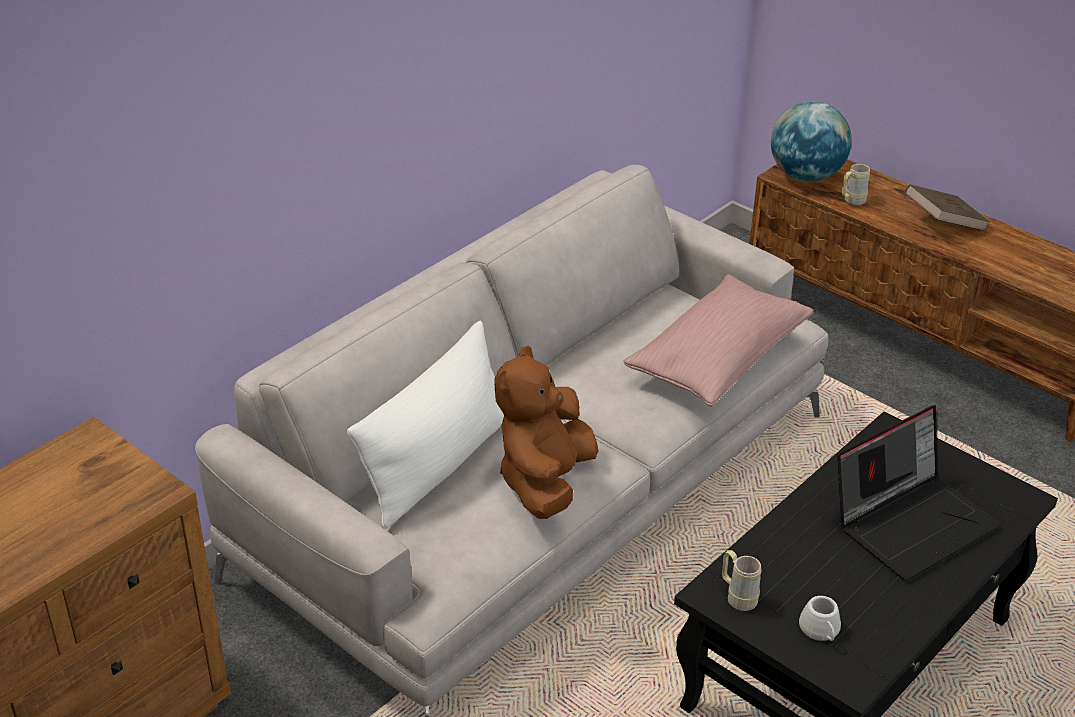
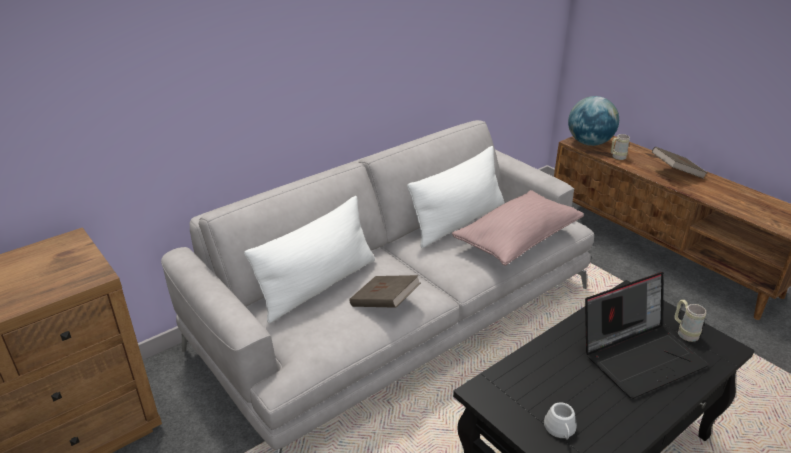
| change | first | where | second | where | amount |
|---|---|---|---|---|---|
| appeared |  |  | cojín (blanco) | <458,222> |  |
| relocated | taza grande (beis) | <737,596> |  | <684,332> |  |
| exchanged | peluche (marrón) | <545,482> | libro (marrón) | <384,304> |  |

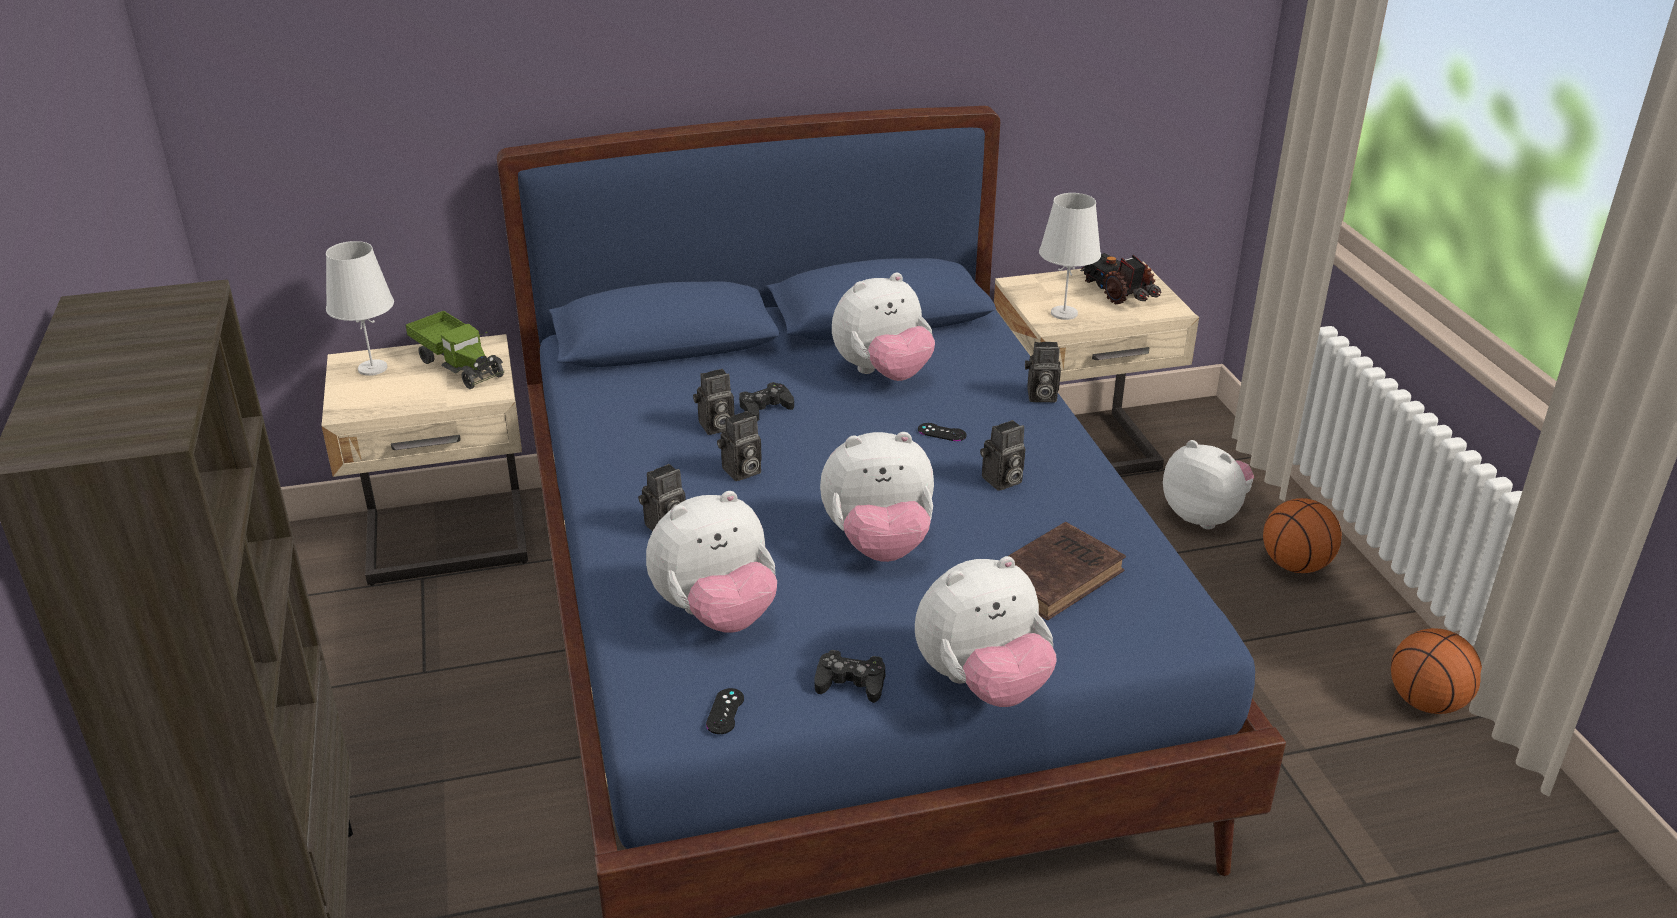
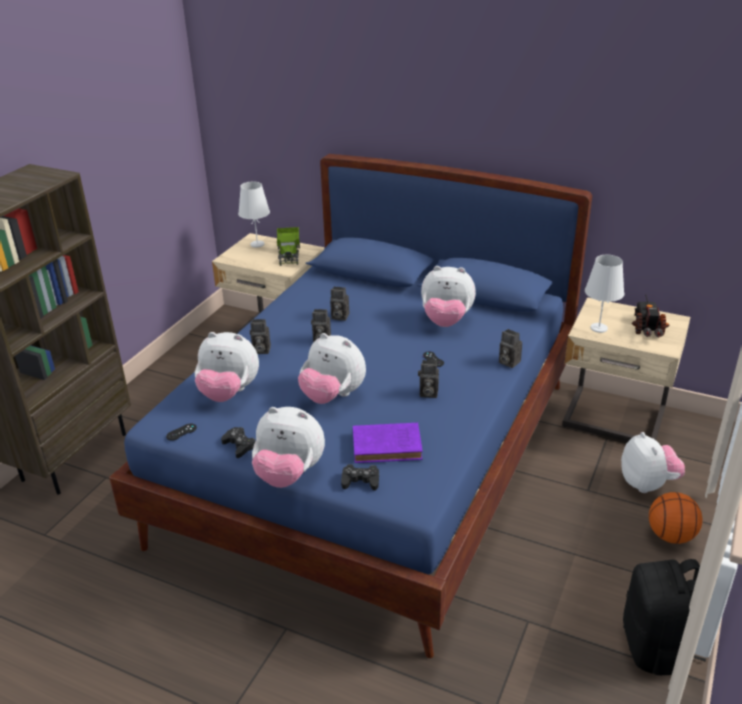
| change | first | where | second | where | amount |
|---|---|---|---|---|---|
| relocated | mando de consola (negro) | <765,408> |  | <360,481> |  |
| exchanged | balón de baloncesto | <1426,702> | mochila (negro) | <656,647> |  |
| colour | libro (marrón) | <1057,575> | libro (morado) | <389,446> |  |

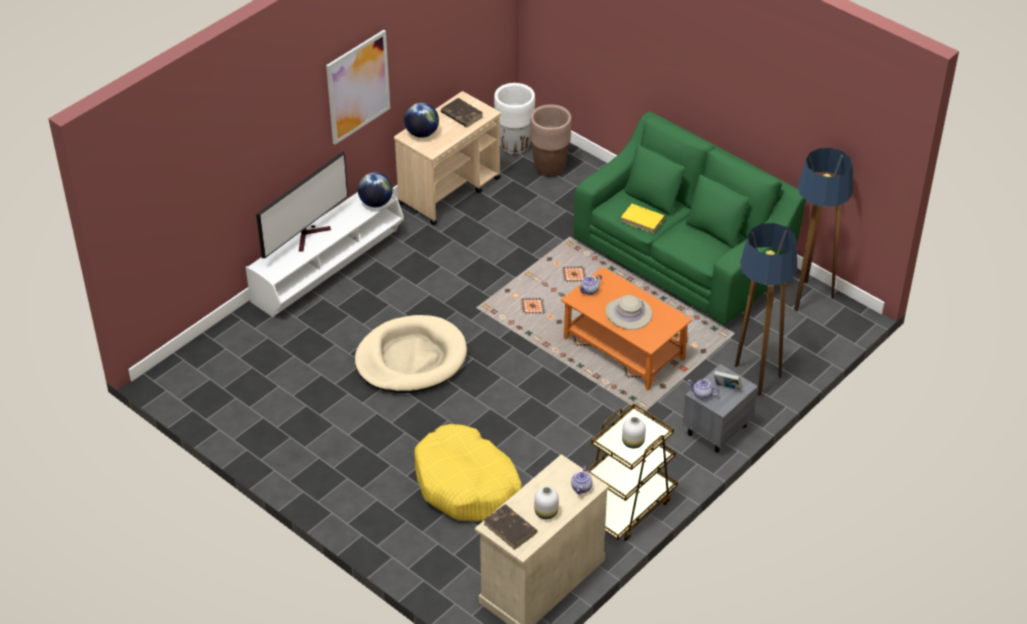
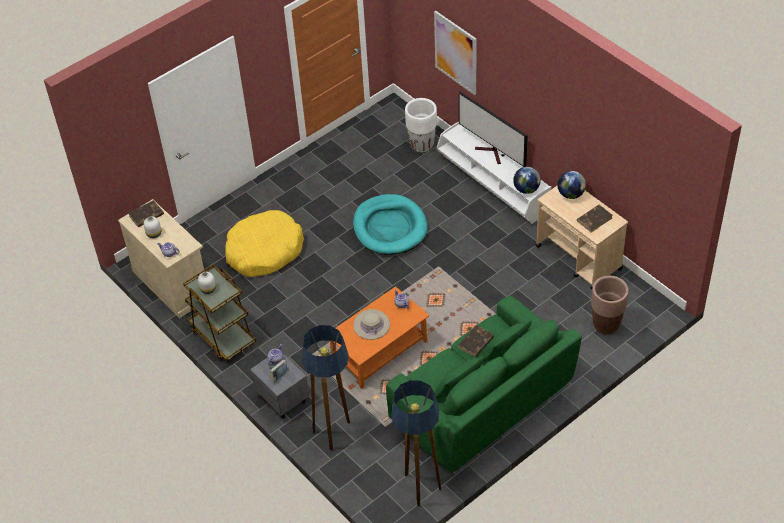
| change | first | where | second | where | amount |
|---|---|---|---|---|---|
| relocated | cuadro | <358,86> |  | <456,52> |  |
| relocated | maceta (blanco) | <514,146> |  | <422,145> |  |
| colour | cama para perro (beis) | <411,359> | cama para perro (turquesa) | <390,227> |  |
| colour | libro (amarillo) | <643,220> | libro (marrón) | <475,343> |  |

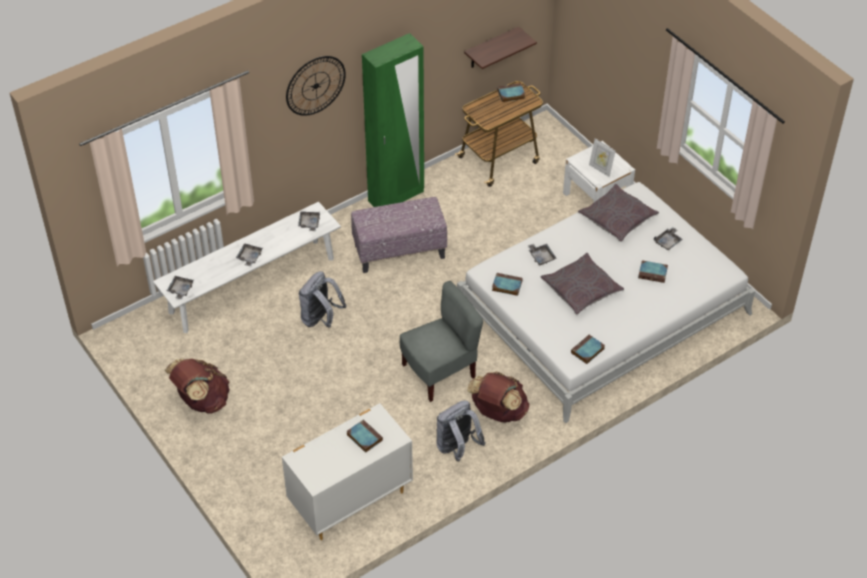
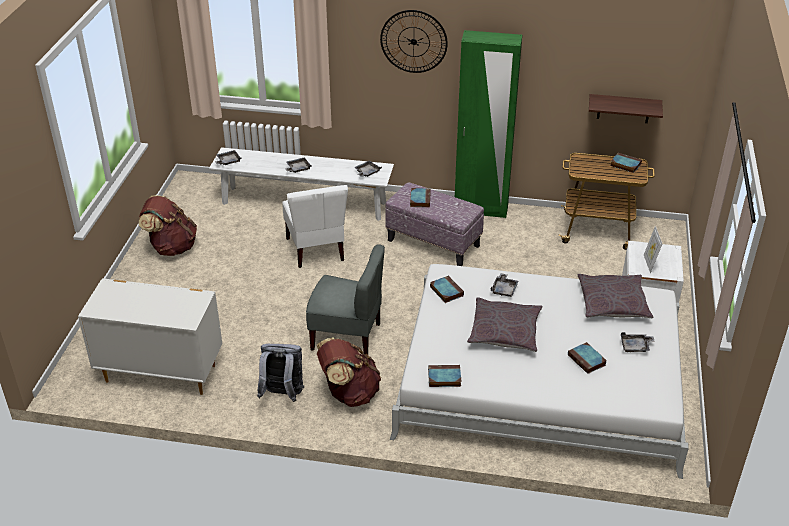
| change | first | where | second | where | amount |
|---|---|---|---|---|---|
| relocated | libro | <363,437> |  | <420,199> |  |
| exchanged | mochila (gris) | <320,319> | silla (blanco) | <316,249> |  |

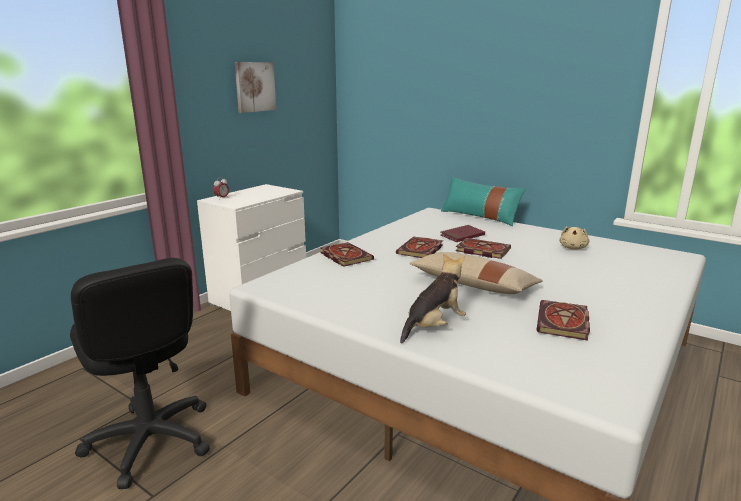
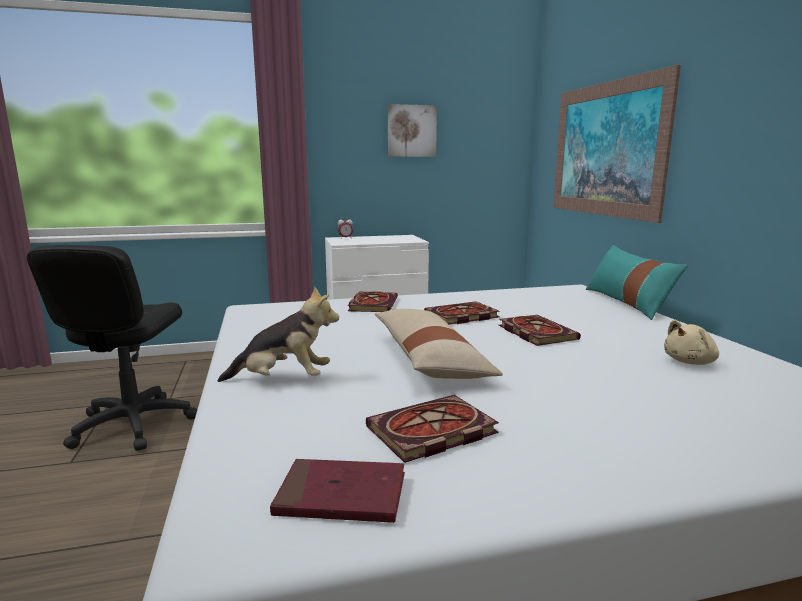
| change | first | where | second | where | amount |
|---|---|---|---|---|---|
| appeared |  |  | cuadro | <606,149> |  |
| relocated | libro (rojo) | <462,236> |  | <341,496> |  |

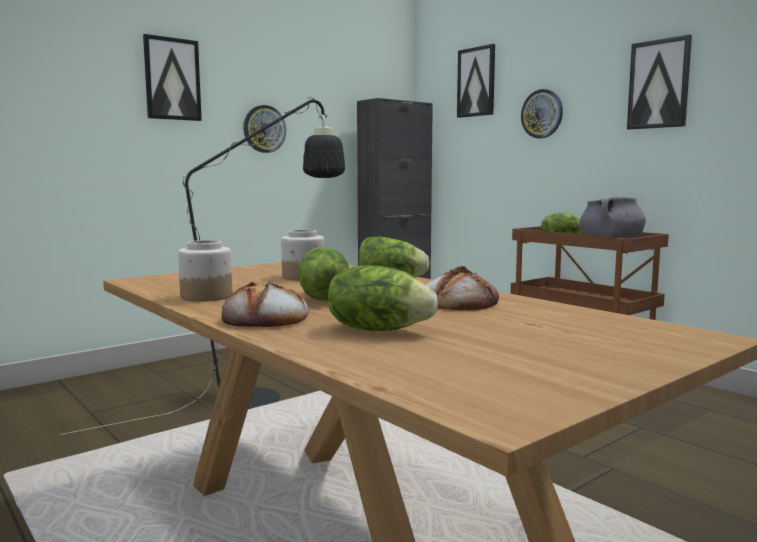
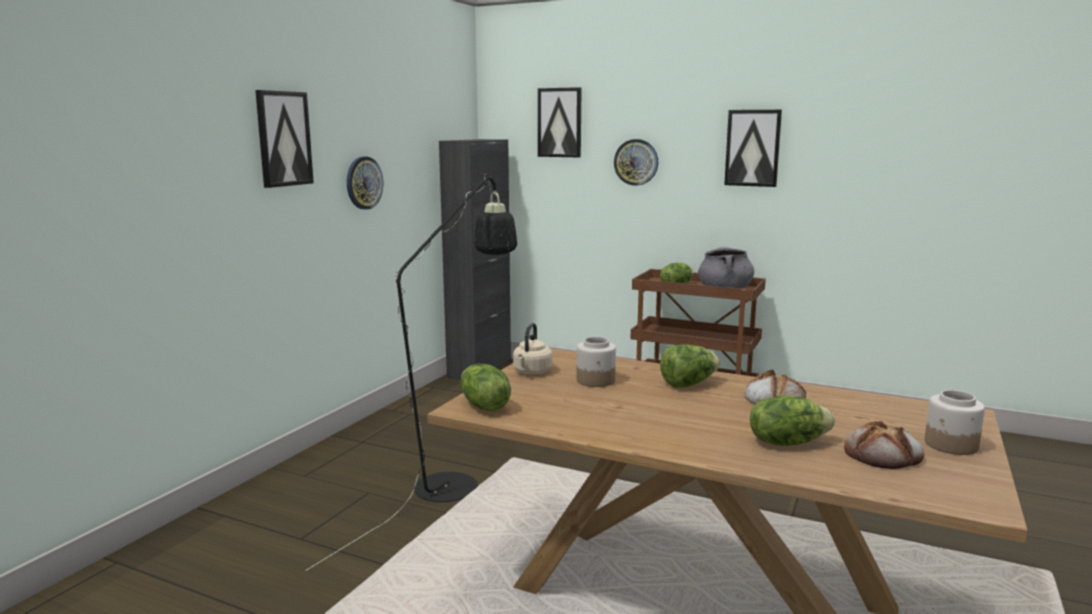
| change | first | where | second | where | amount |
|---|---|---|---|---|---|
| appeared |  |  | hervidor (beis) | <532,372> |  |
| relocated | tarro | <206,296> |  | <951,445> |  |
| relocated | pan | <266,319> |  | <883,454> |  |
| relocated | lechuga | <323,298> |  | <483,406> |  |

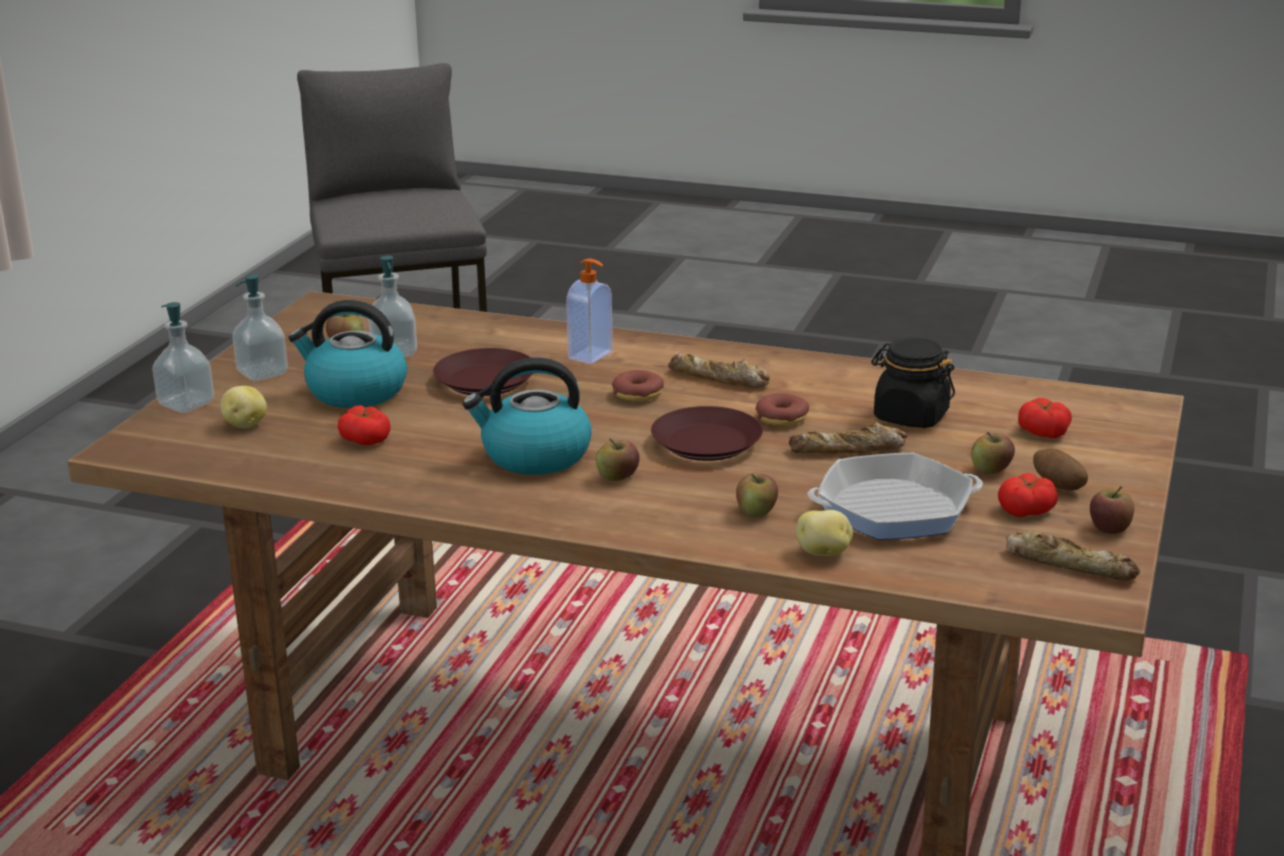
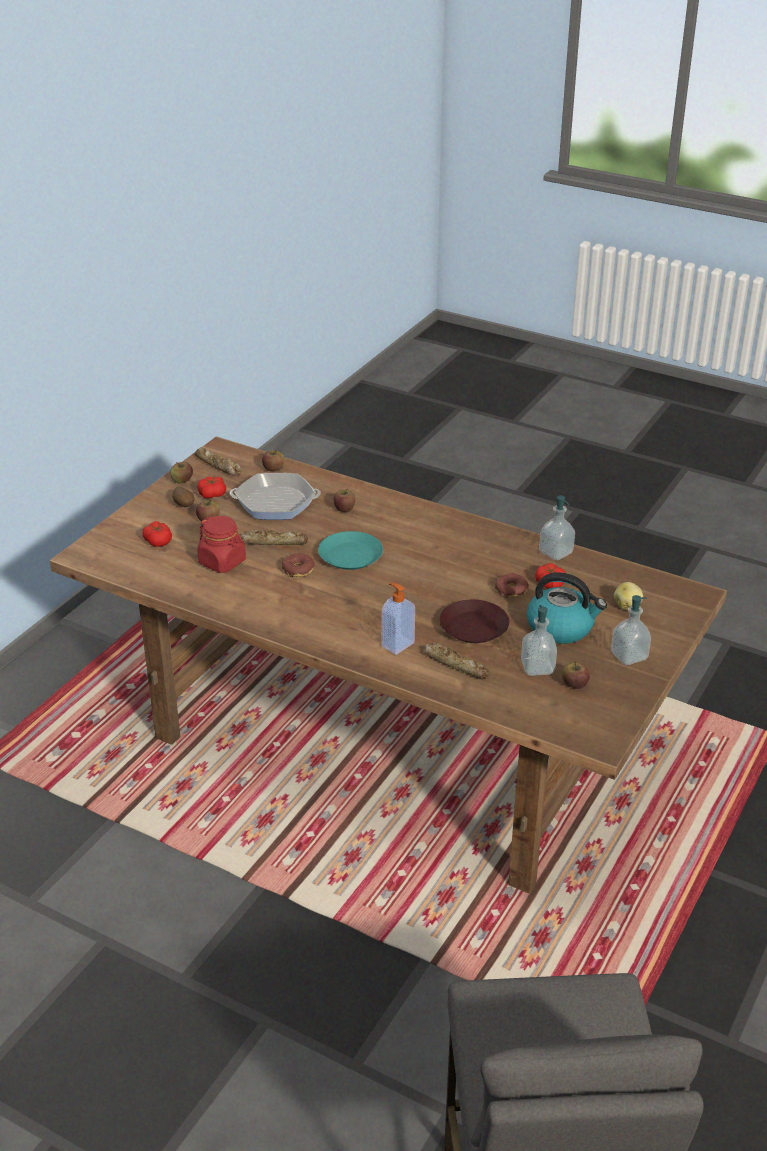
| change | first | where | second | where | amount |
|---|---|---|---|---|---|
| missing | hervidor | <534,456> |  |  |  |
| missing | patata | <824,553> |  |  |  |
| relocated | dispensador de jabón | <186,404> |  | <555,553> |  |
| relocated | manzana | <618,477> |  | <273,468> |  |
| relocated | rosquilla | <637,394> |  | <511,590> |  |
| relocated | pan | <718,379> |  | <456,664> |  |
| colour | plato (marrón) | <705,443> | plato (turquesa) | <351,556> |  |
| colour | tarro (negro) | <910,416> | tarro (rojo) | <222,562> |  |

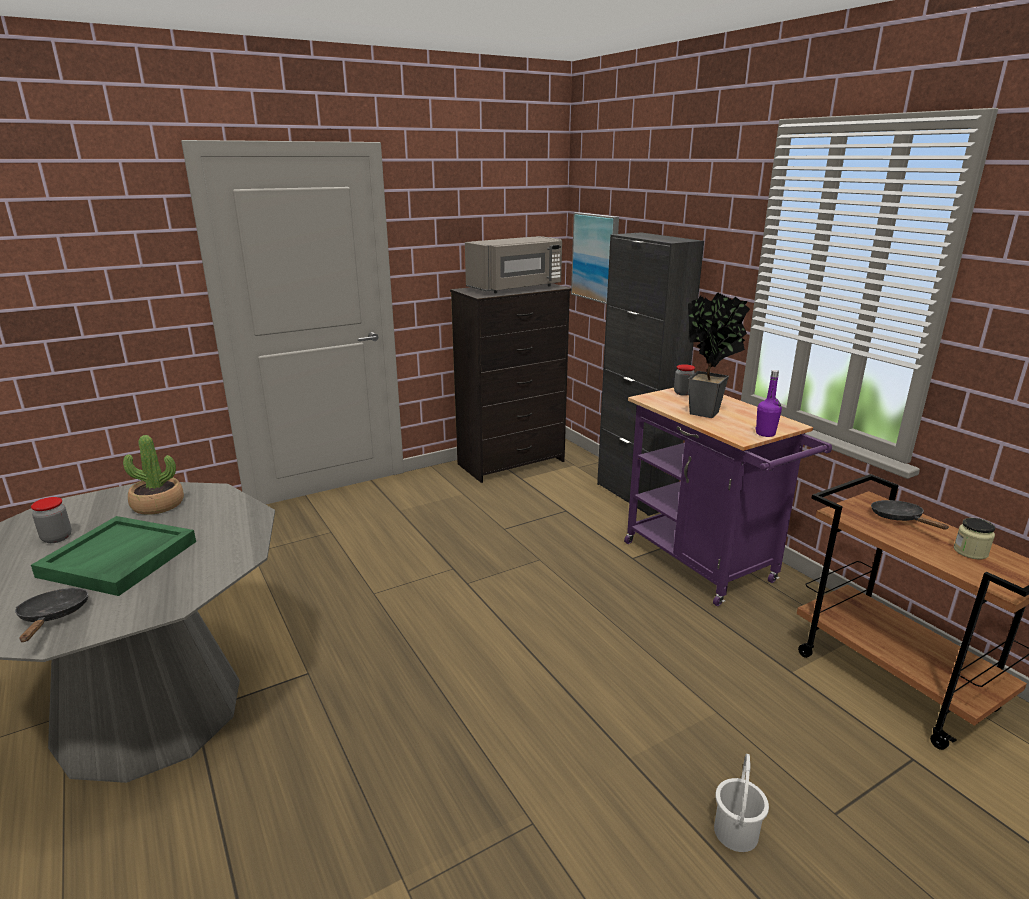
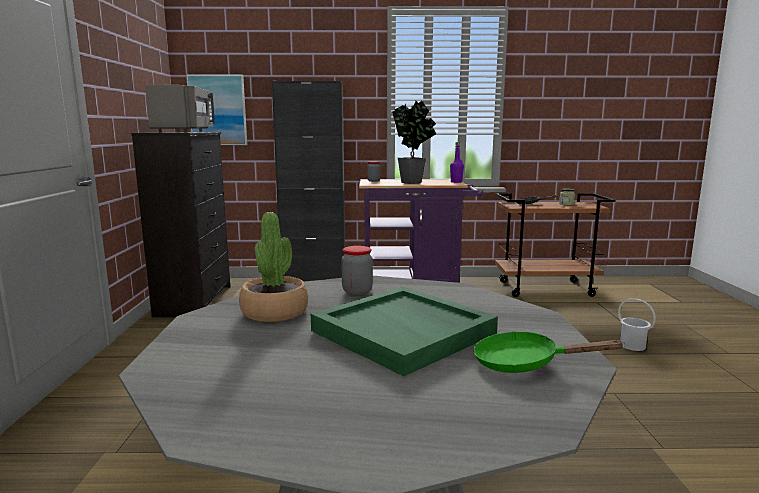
| change | first | where | second | where | amount |
|---|---|---|---|---|---|
| relocated | tarro | <57,538> |  | <357,291> |  |
| colour | sartén (negro) | <53,617> | sartén (verde) | <524,363> |  |

